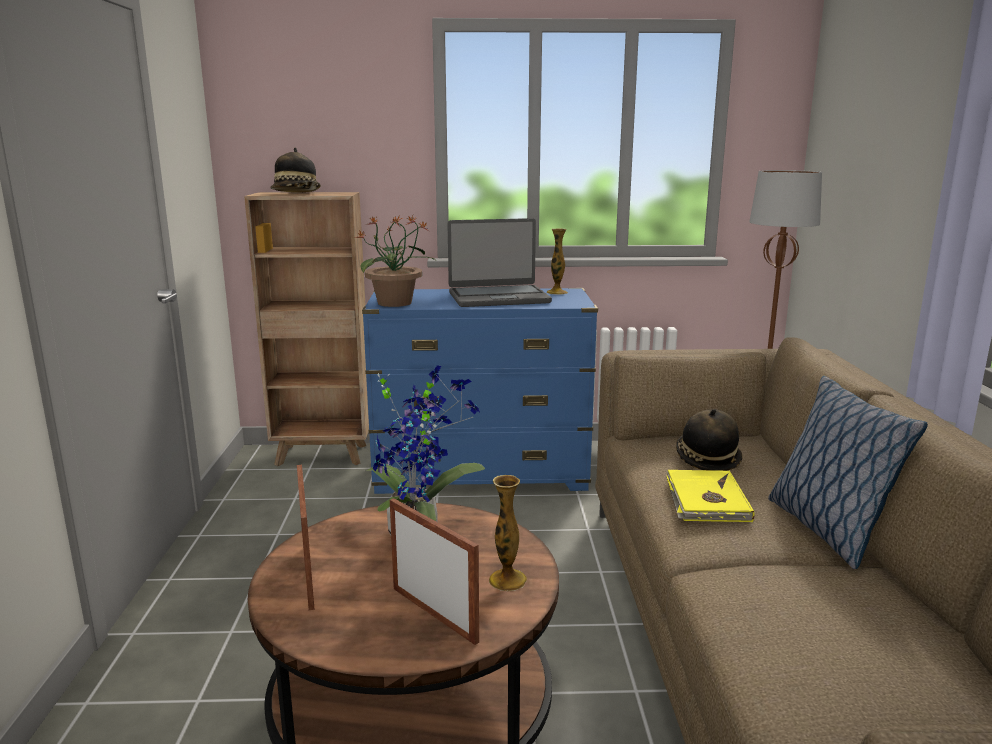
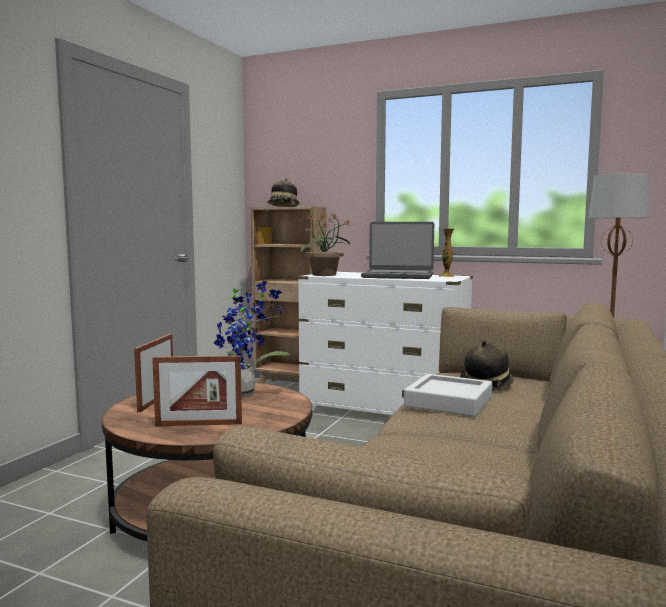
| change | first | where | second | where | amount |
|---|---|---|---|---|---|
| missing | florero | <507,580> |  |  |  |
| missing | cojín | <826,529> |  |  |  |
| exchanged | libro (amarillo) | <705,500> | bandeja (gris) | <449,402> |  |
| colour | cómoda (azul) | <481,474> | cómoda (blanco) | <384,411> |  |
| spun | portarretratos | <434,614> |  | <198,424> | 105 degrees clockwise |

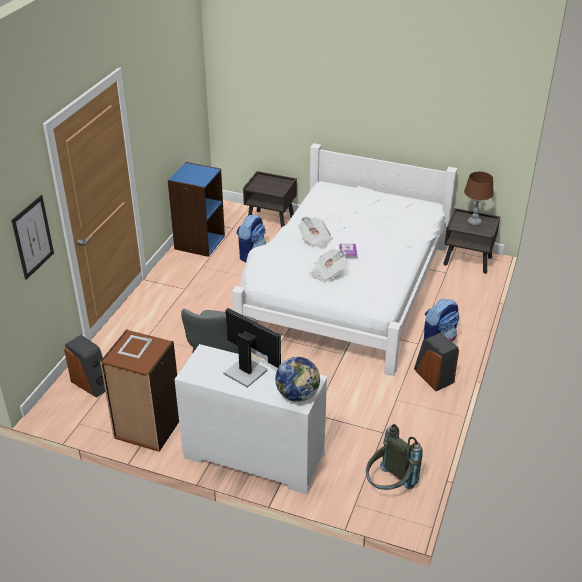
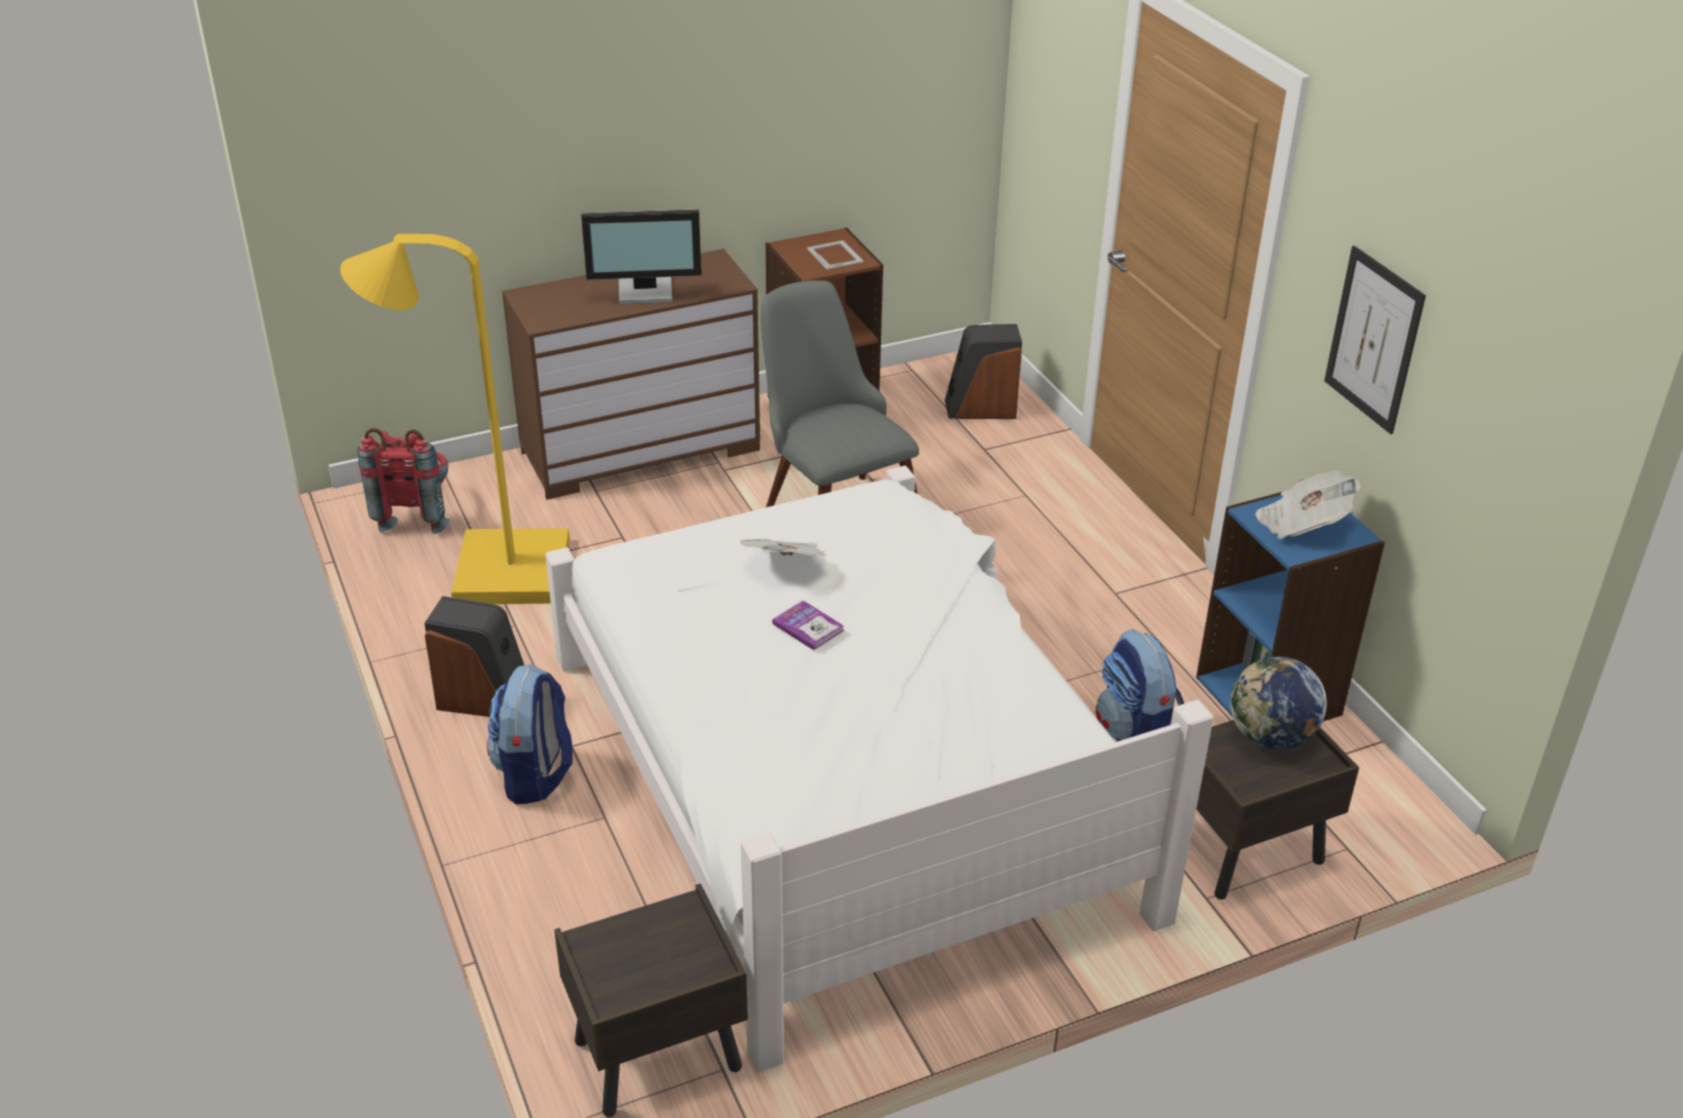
| change | first | where | second | where | amount |
|---|---|---|---|---|---|
| missing | lámpara de mesa (marrón) | <474,222> |  |  |  |
| appeared |  |  | lámpara de pie (amarillo) | <491,571> |  |
| relocated | cuadro | <32,237> |  | <1374,339> |  |
| relocated | globo terráqueo | <297,395> |  | <1270,737> |  |
| relocated | periódico | <315,240> |  | <1302,524> |  |
| colour | cómoda (blanco) | <253,457> | cómoda (marrón) | <641,450> |  |
| colour | mochila (gris) | <389,486> | mochila (rojo) | <415,513> |  |

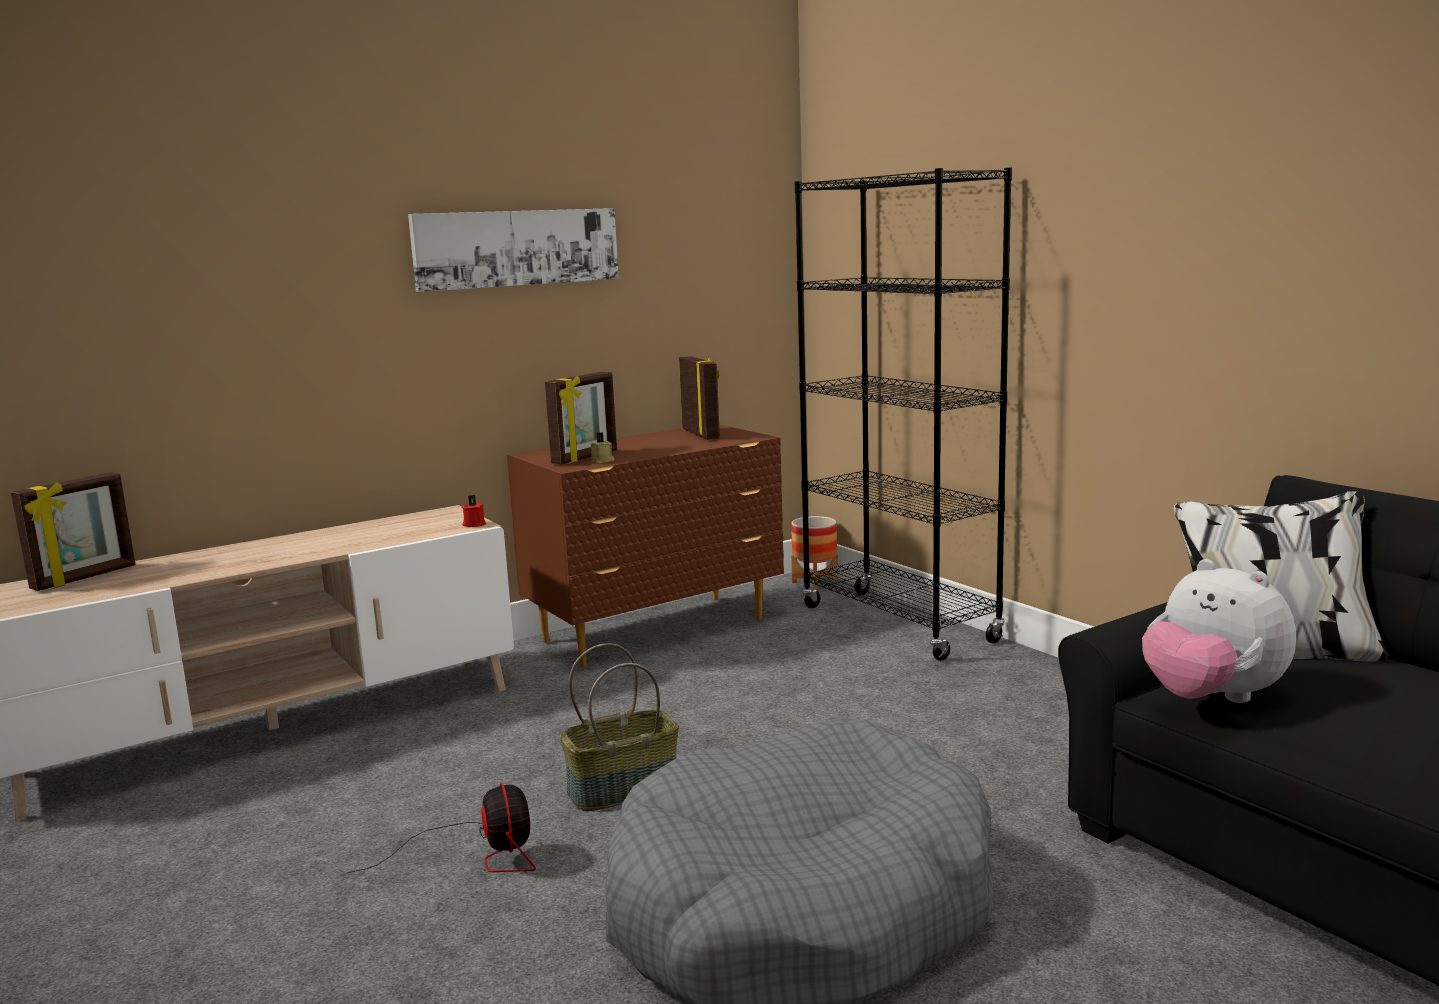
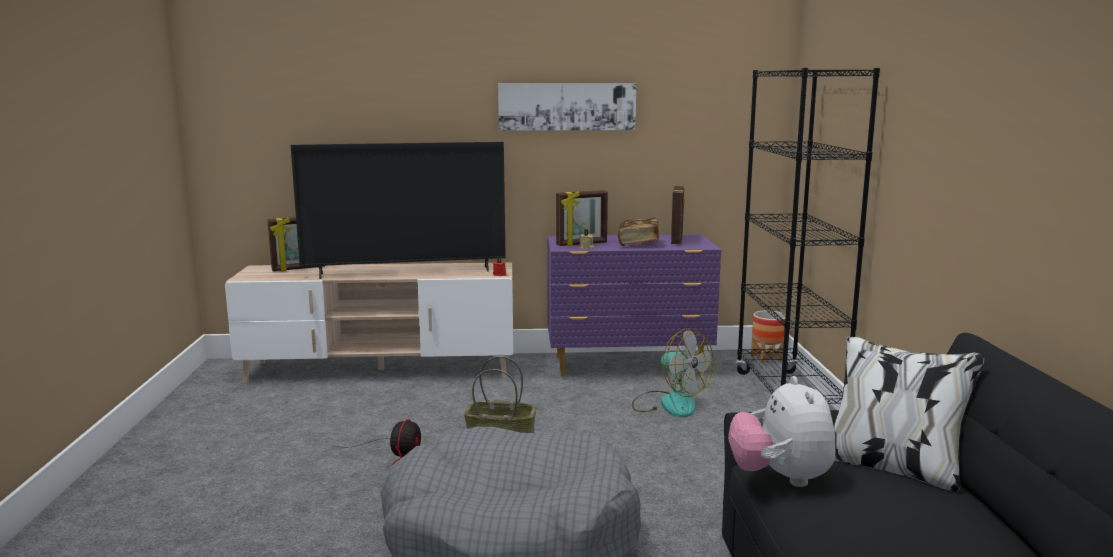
| change | first | where | second | where | amount |
|---|---|---|---|---|---|
| appeared |  |  | televisor | <405,272> |  |
| appeared |  |  | libro | <638,243> |  |
| appeared |  |  | ventilador | <669,403> |  |
| colour | cómoda (marrón) | <657,630> | cómoda (morado) | <629,365> |  |

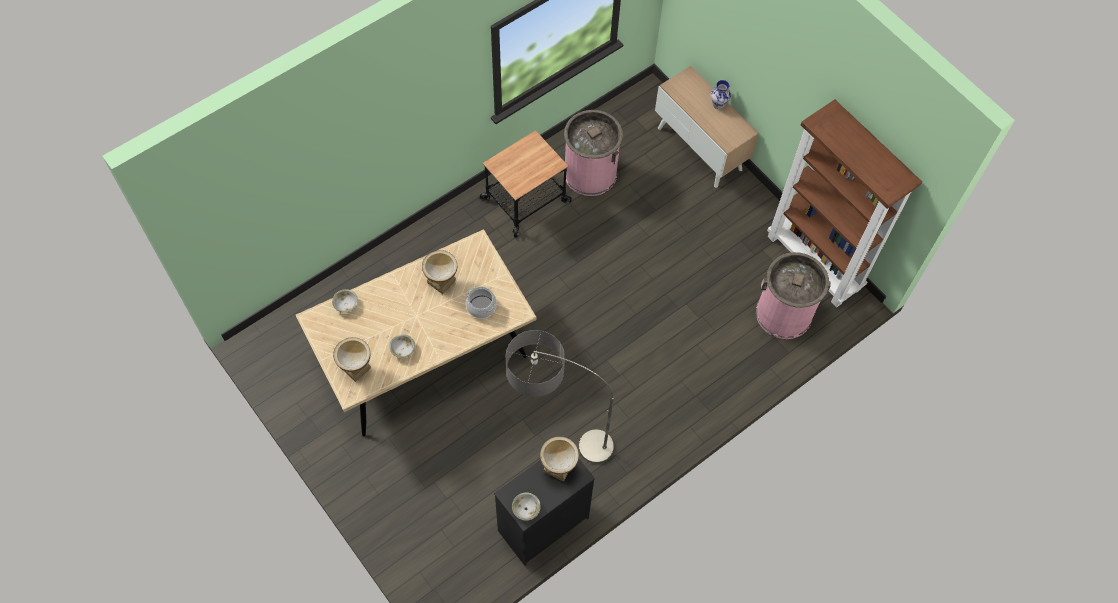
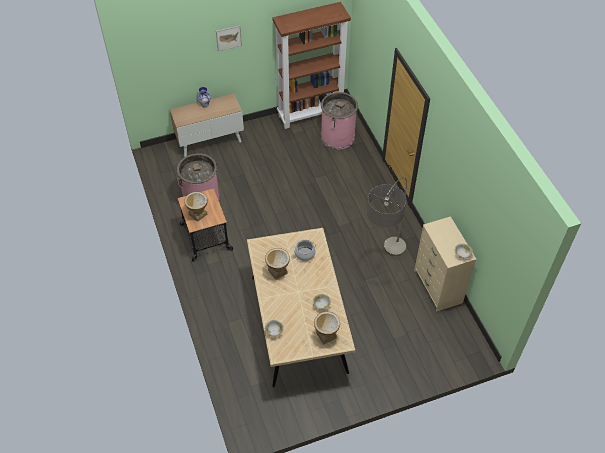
| change | first | where | second | where | amount |
|---|---|---|---|---|---|
| appeared |  |  | cuadro | <228,38> |  |
| relocated | florero | <558,467> |  | <198,214> |  |
| colour | cómoda (negro) | <543,523> | cómoda (beis) | <437,286> |  |

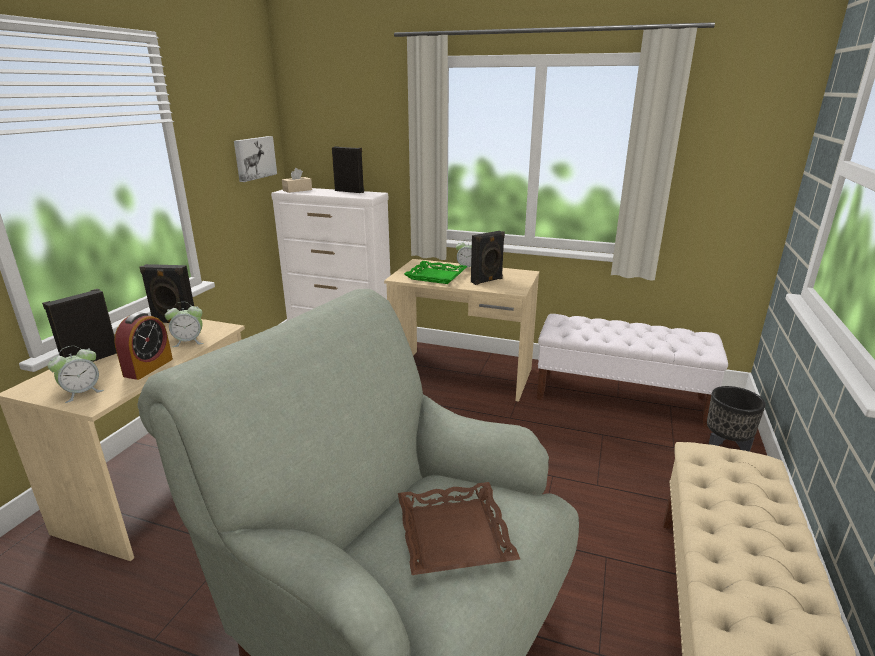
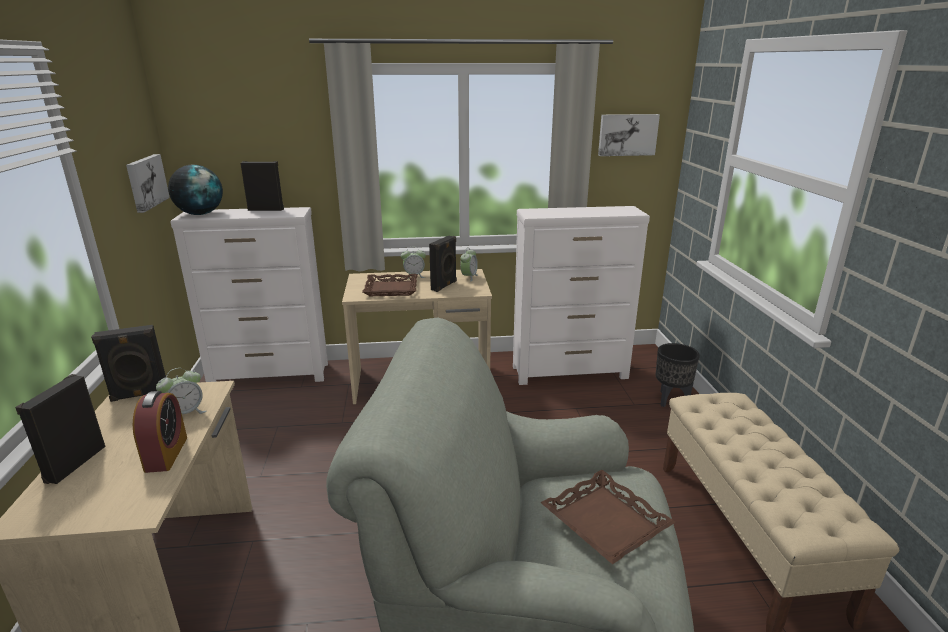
| change | first | where | second | where | amount |
|---|---|---|---|---|---|
| appeared |  |  | cuadro | <627,134> |  |
| relocated | despertador | <82,393> |  | <469,277> |  |
| exchanged | caja de pañuelos (beis) | <297,190> | globo terráqueo | <200,214> |  |
| exchanged | banco (blanco) | <620,398> | cómoda (blanco) | <570,372> |  |
| colour | bandeja (verde) | <436,276> | bandeja (marrón) | <391,289> |  |

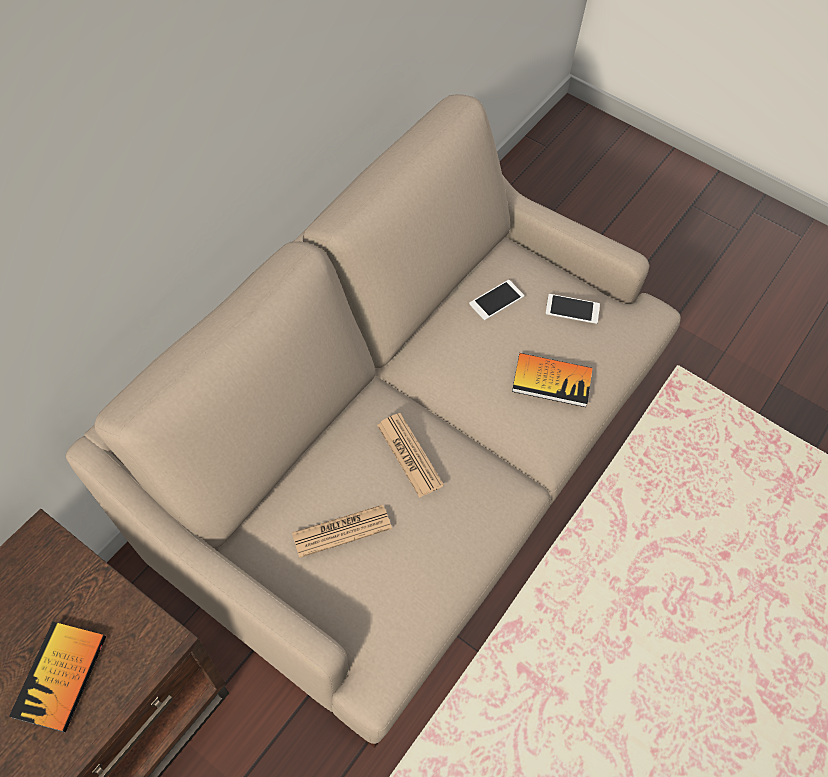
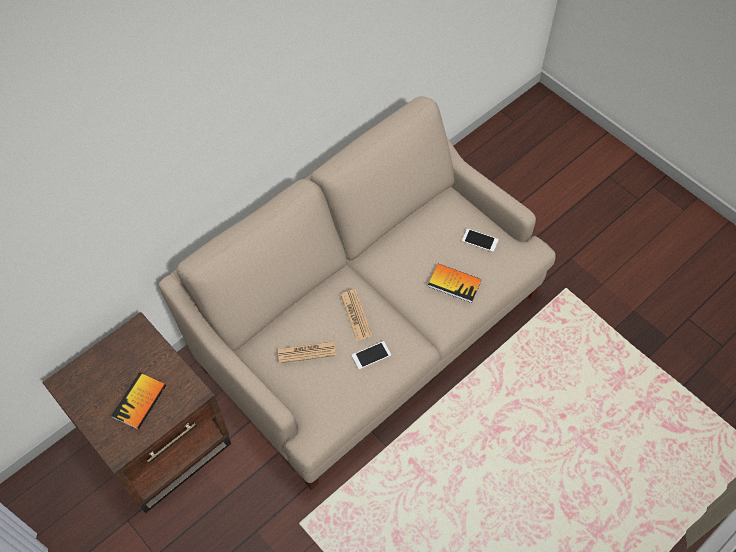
| change | first | where | second | where | amount |
|---|---|---|---|---|---|
| relocated | móvil | <496,300> |  | <371,355> |  |

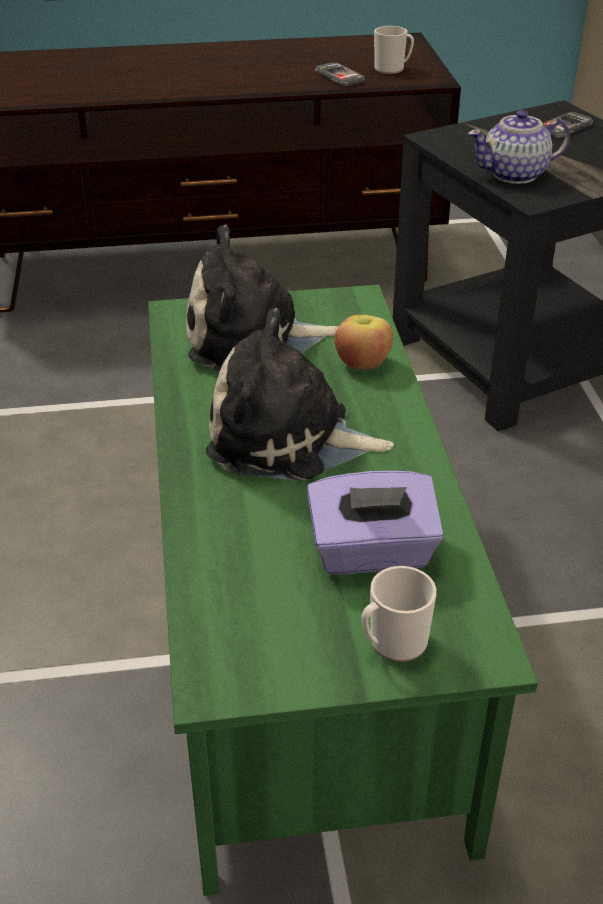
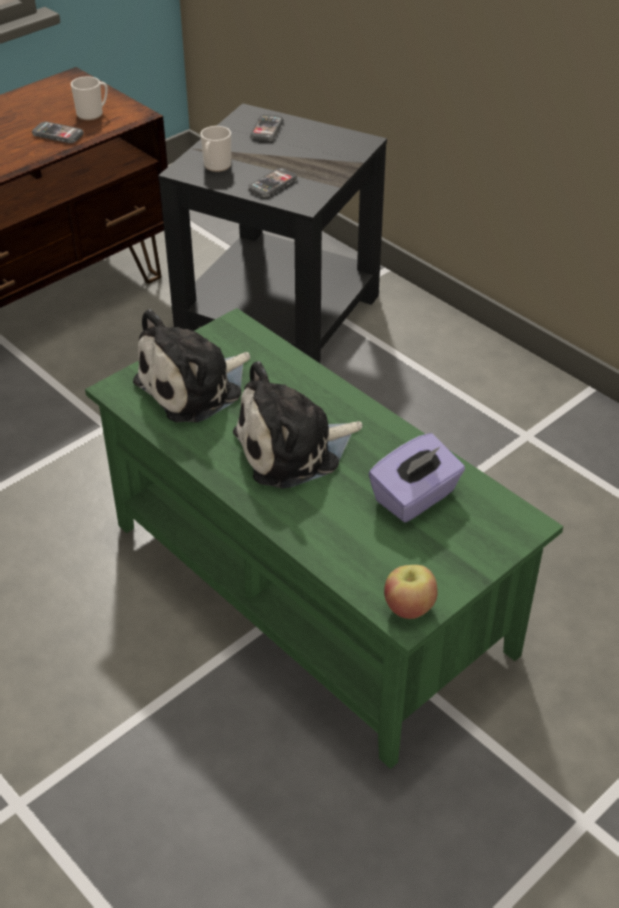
| change | first | where | second | where | amount |
|---|---|---|---|---|---|
| relocated | manzana | <363,363> |  | <409,606> |  |
| relocated | taza grande | <393,643> |  | <216,166> |  |
| exchanged | tetera | <515,174> | móvil | <272,184> |  |

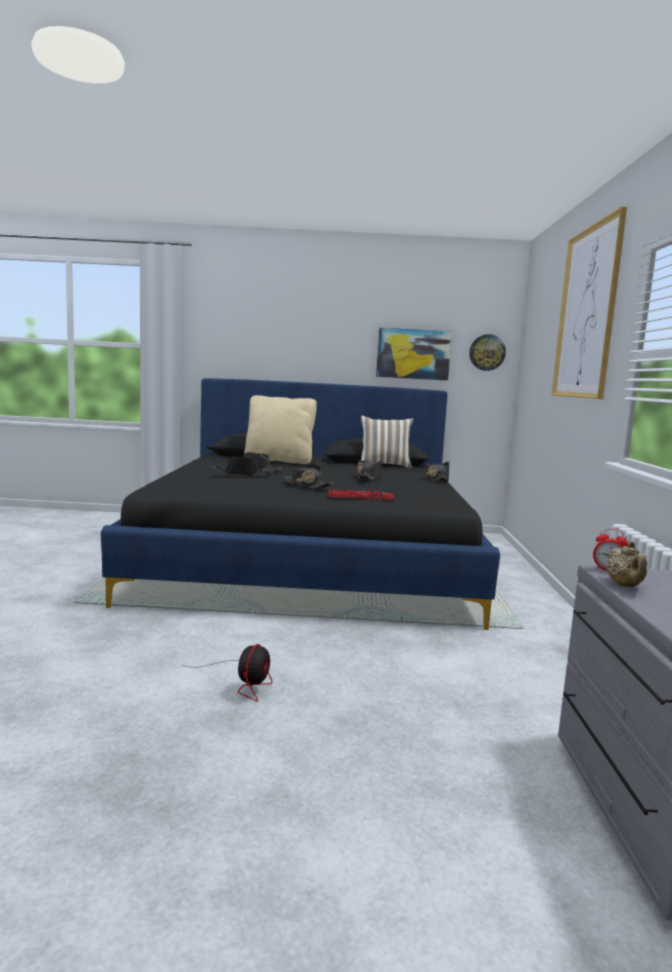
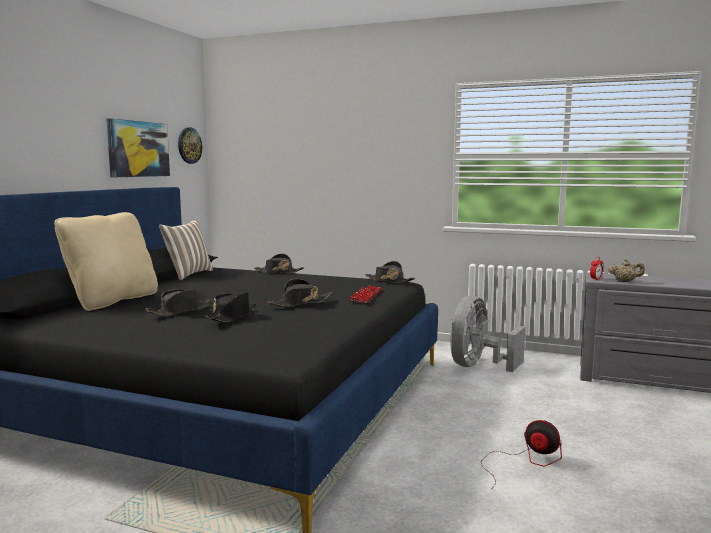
| change | first | where | second | where | amount |
|---|---|---|---|---|---|
| missing | cuadro | <586,313> |  |  |  |
| appeared |  |  | ventilador (gris) | <478,366> |  |
| relocated | sombrero (negro) | <369,477> |  | <389,281> |  |

